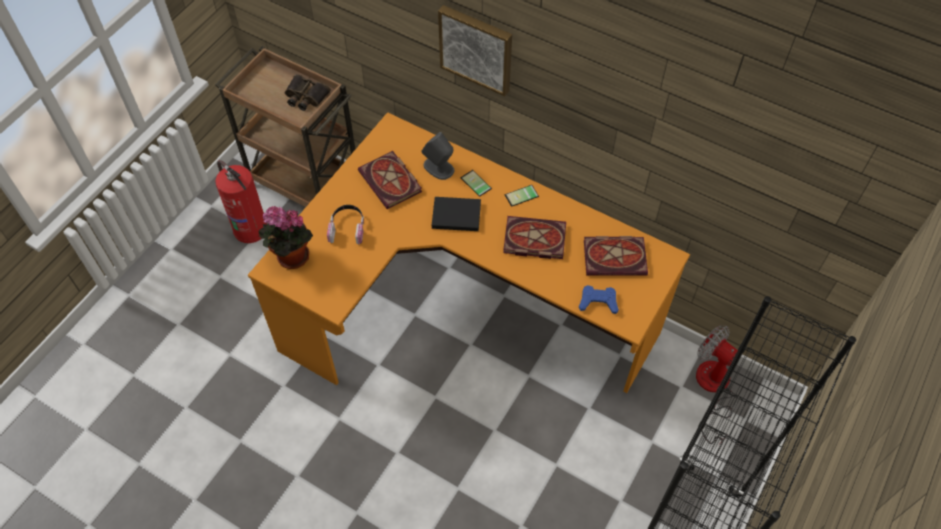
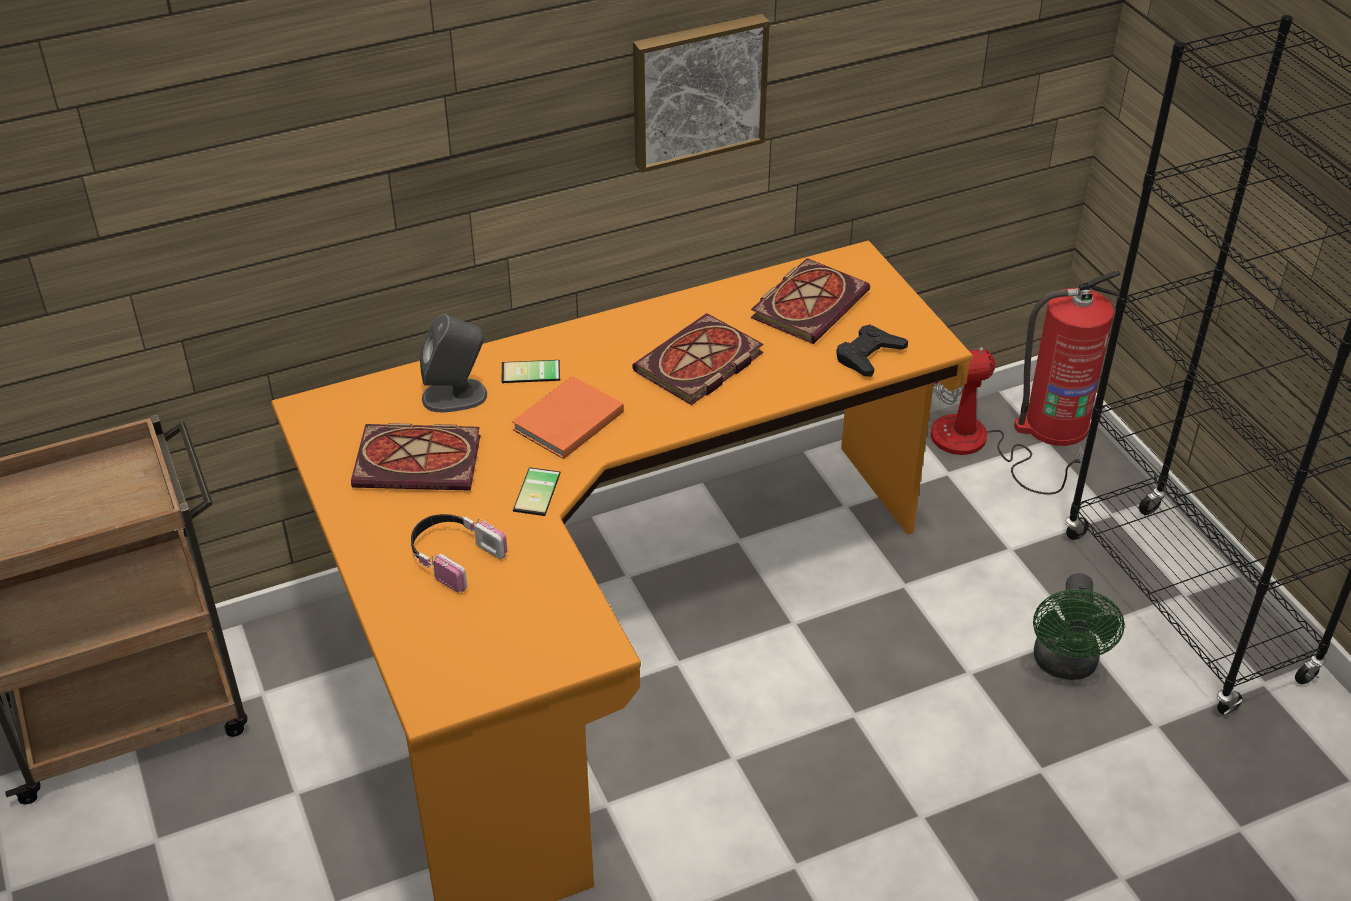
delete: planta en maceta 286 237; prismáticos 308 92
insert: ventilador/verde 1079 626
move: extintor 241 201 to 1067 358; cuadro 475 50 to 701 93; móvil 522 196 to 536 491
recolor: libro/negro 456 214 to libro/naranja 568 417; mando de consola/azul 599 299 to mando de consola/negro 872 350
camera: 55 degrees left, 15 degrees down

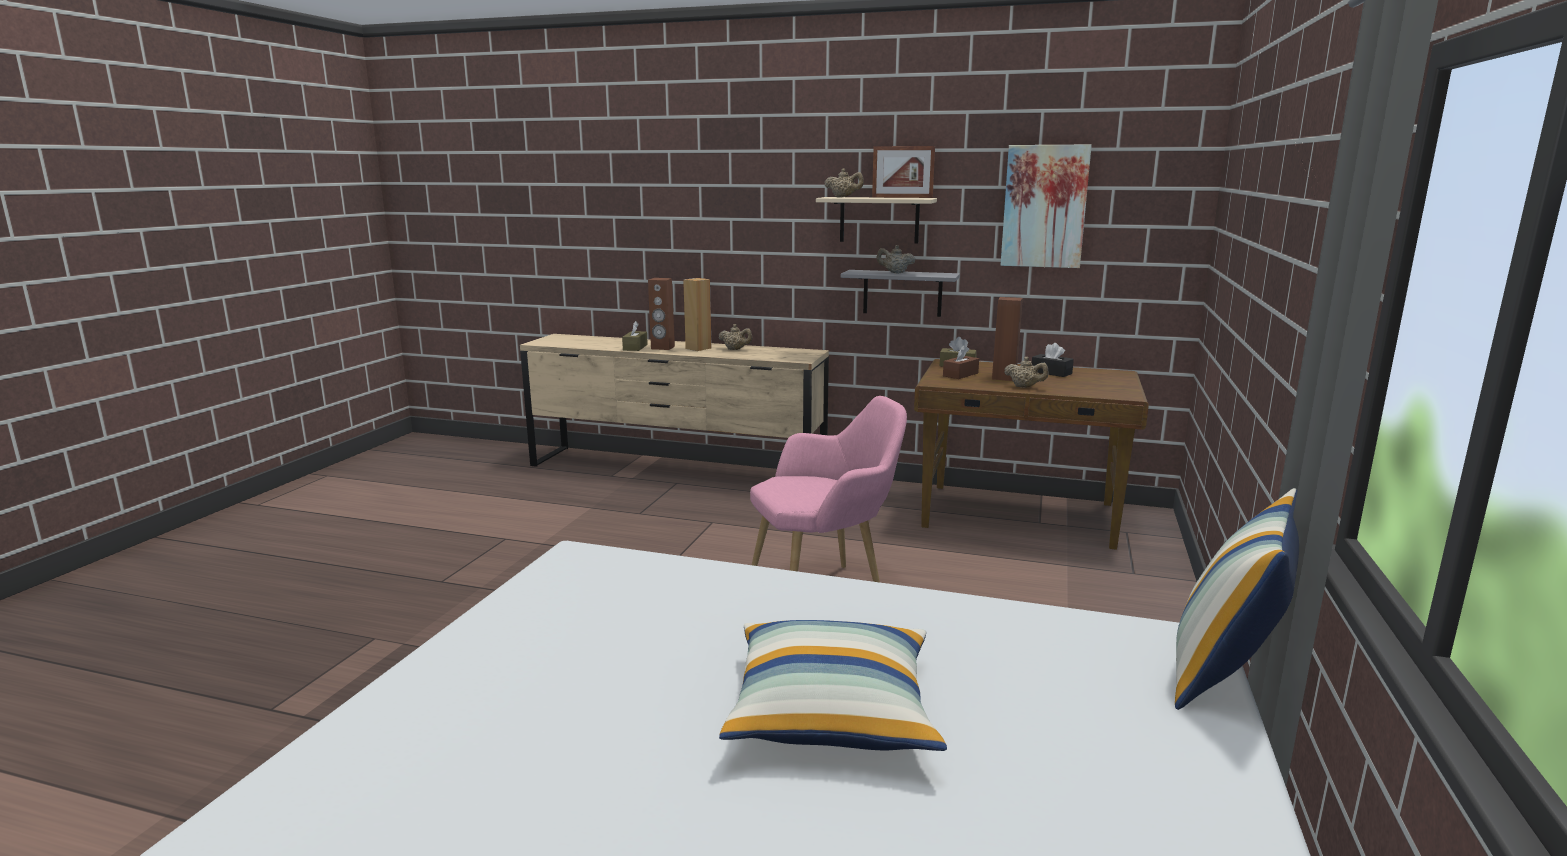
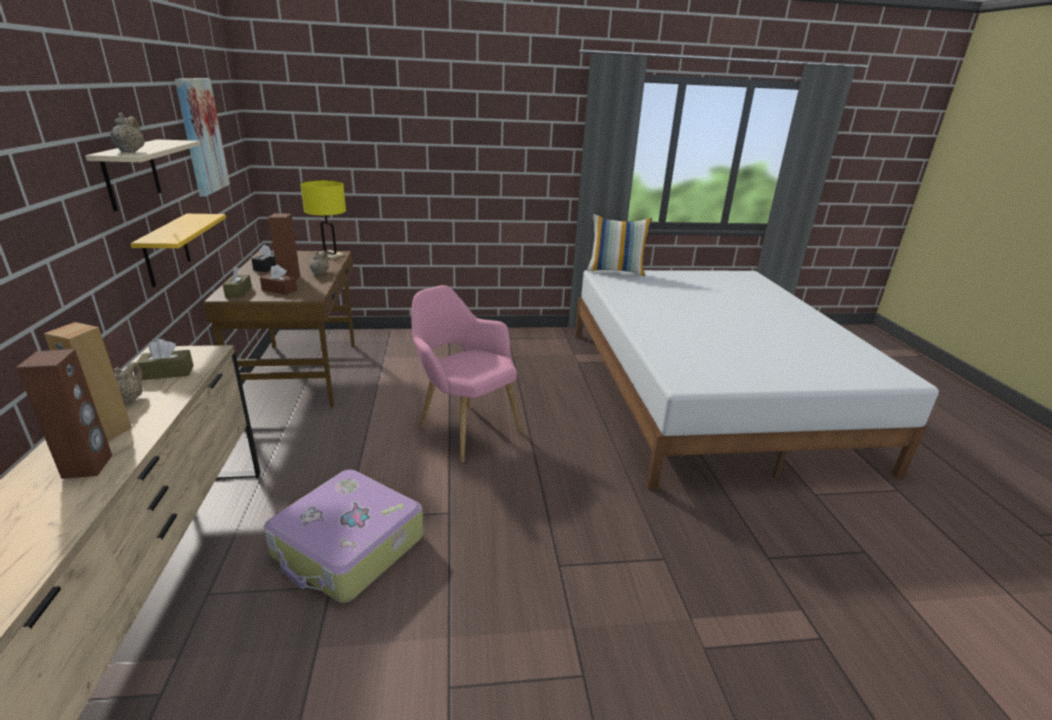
delete: cojín 833 685; portarretratos 903 172; tetera/beis 896 259
insert: maleta 344 536; lámpara de mesa/amarillo 323 220
move: caja de pañuelos/marrón 635 336 to 165 359
recolor: estante/gris 900 293 to estante/amarillo 178 250
camera: 115 degrees left, 10 degrees up

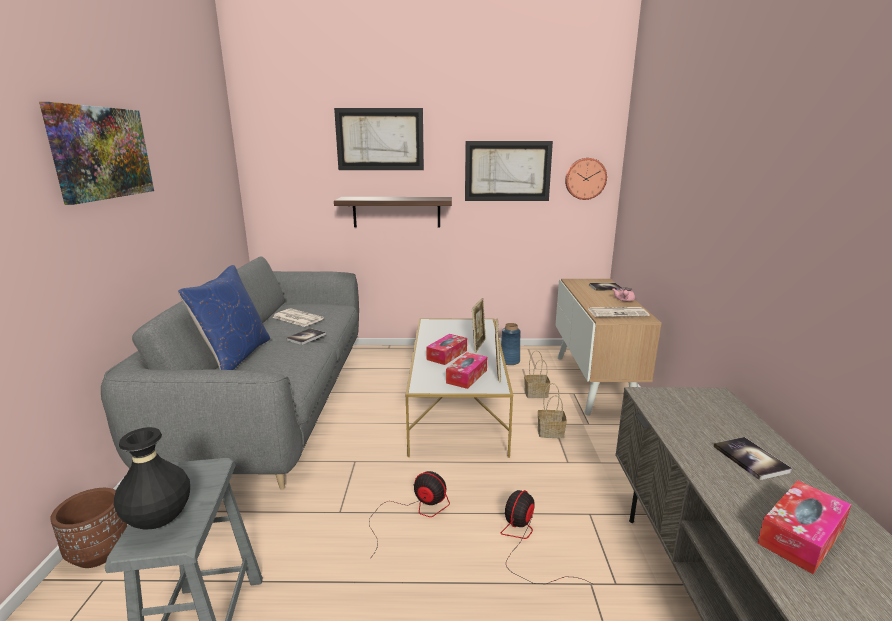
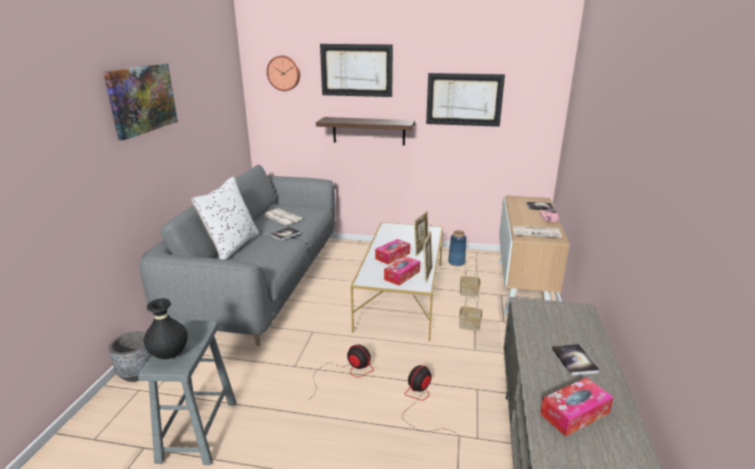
move: reloj de pared 586 179 to 283 73
recolor: maceta/marrón 88 528 to maceta/gris 130 357; cojín/azul 224 317 to cojín/blanco 225 218
camera: 10 degrees right, 5 degrees up

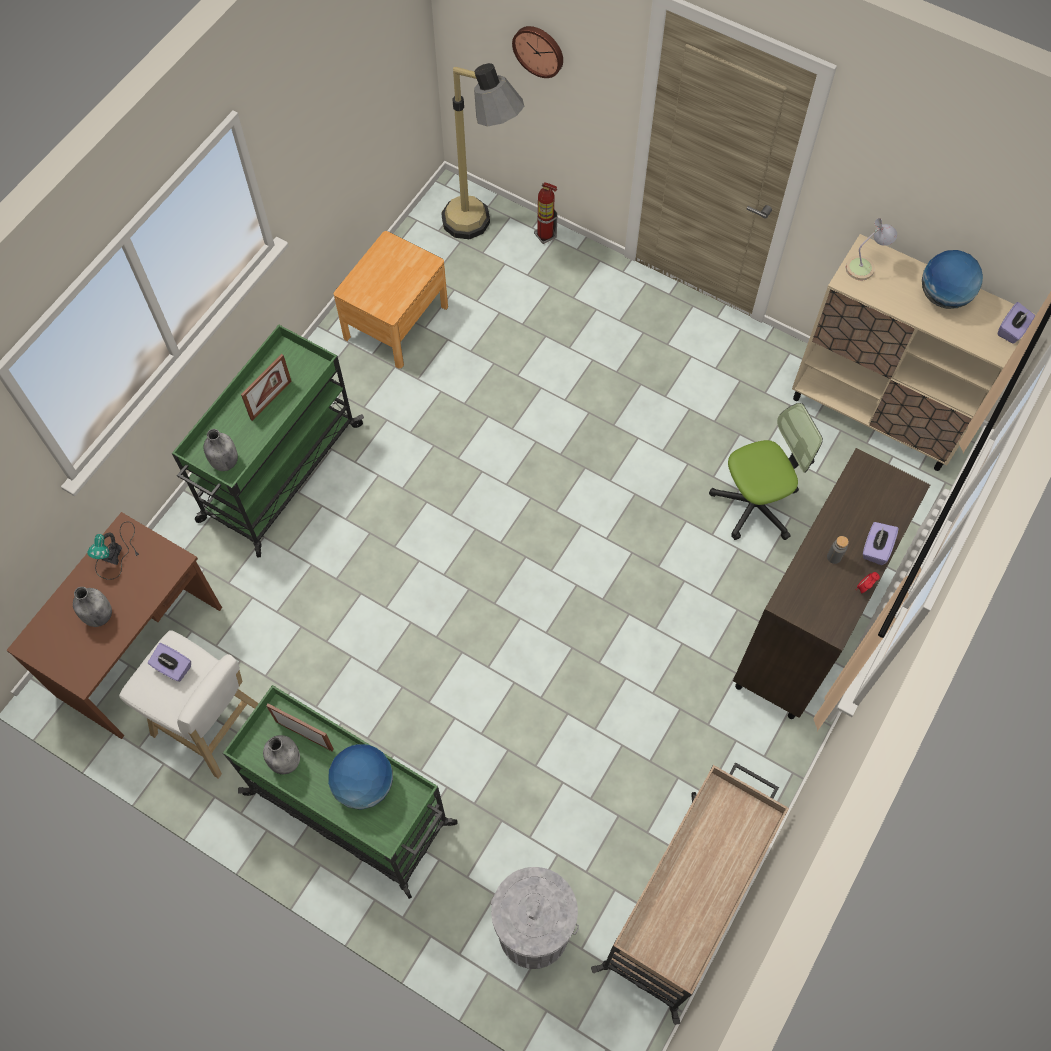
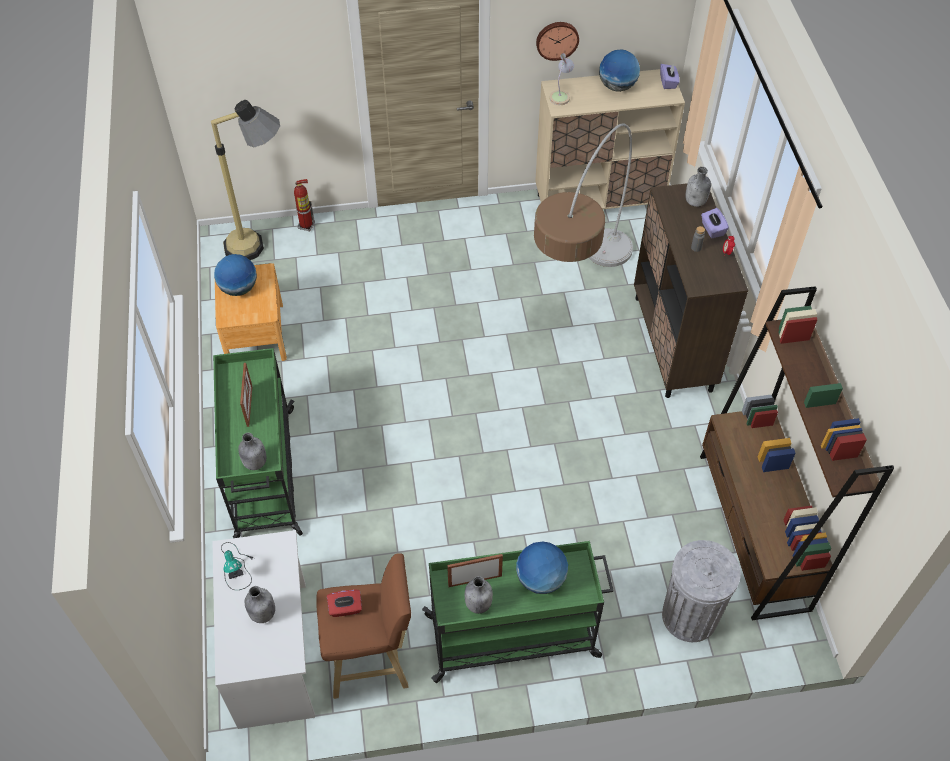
insert: globo terráqueo 235 275; botella/gris 698 187
move: reloj de pared 537 52 to 557 41
replace: carrito/beis 690 893 to estantería/marrón 797 453; silla de oficina 766 471 to lámpara de pie 583 195
recolor: escritorio/marrón 114 625 to escritorio/blanco 263 629; taburete/blanco 189 704 to taburete/marrón 363 626; caja de pañuelos/morado 169 662 to caja de pañuelos/rojo 344 603
camera: 40 degrees left, 10 degrees down

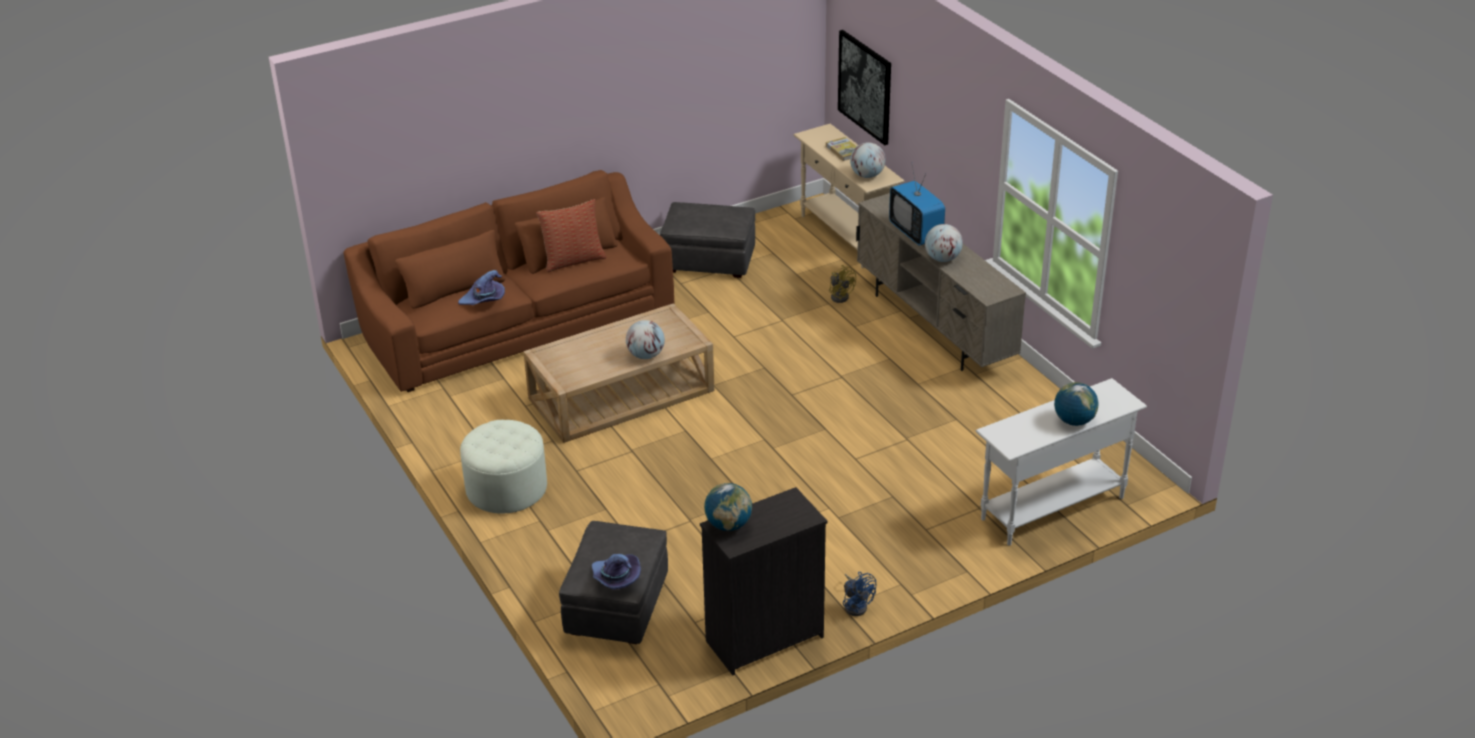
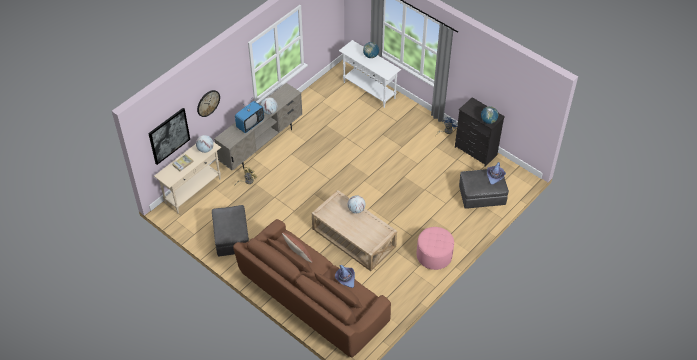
insert: reloj de pared 208 103
recolor: puf/blanco 503 466 to puf/rosa 435 248
camera: 110 degrees left, 15 degrees up

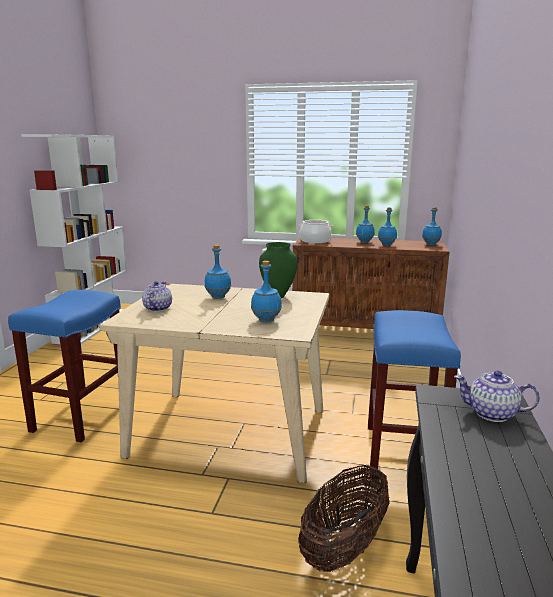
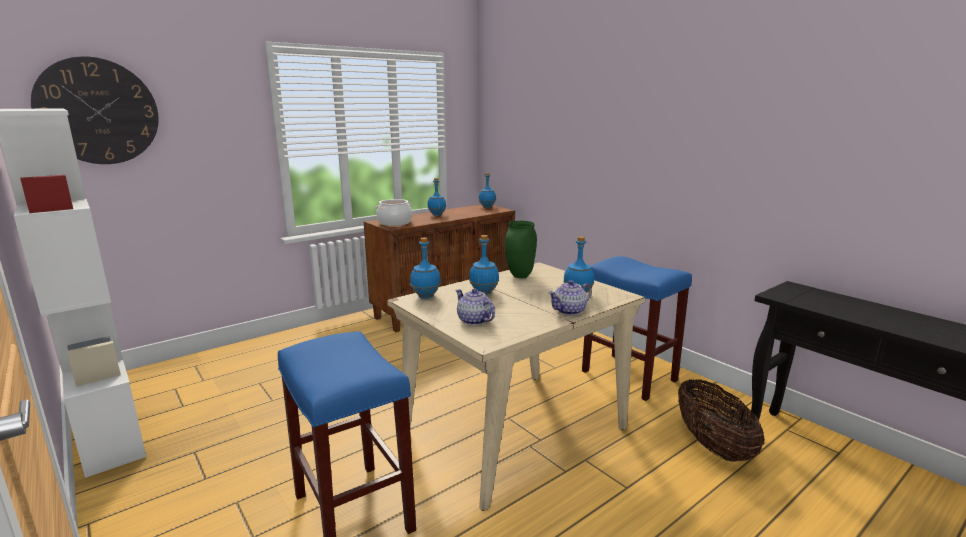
insert: reloj de pared 95 110
move: botella/azul 387 226 to 425 268; tetera 497 396 to 570 297
camera: 50 degrees left, 0 degrees up

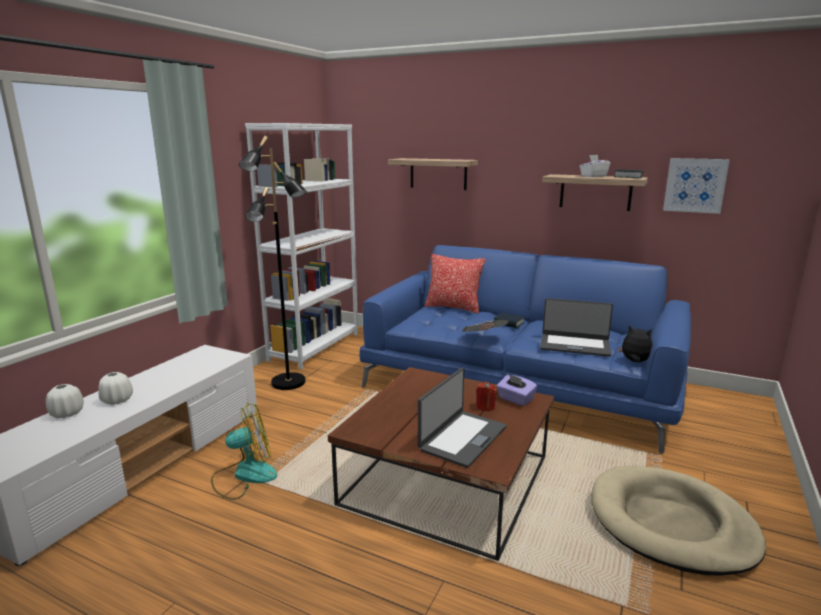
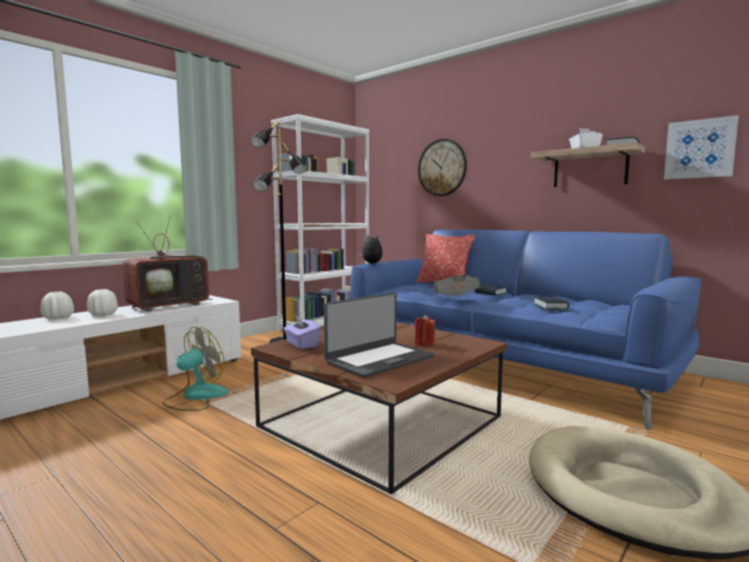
insert: televisor 167 263
move: caja de pañuelos/morado 517 390 to 302 332; peluche 634 343 to 371 249
replace: estante 433 174 to reloj de pared 442 167; portátil 576 327 to libro 551 303
rotate: ventilador 244 451 = 195 369 45 degrees counterclockwise
camera: 15 degrees right, 10 degrees down

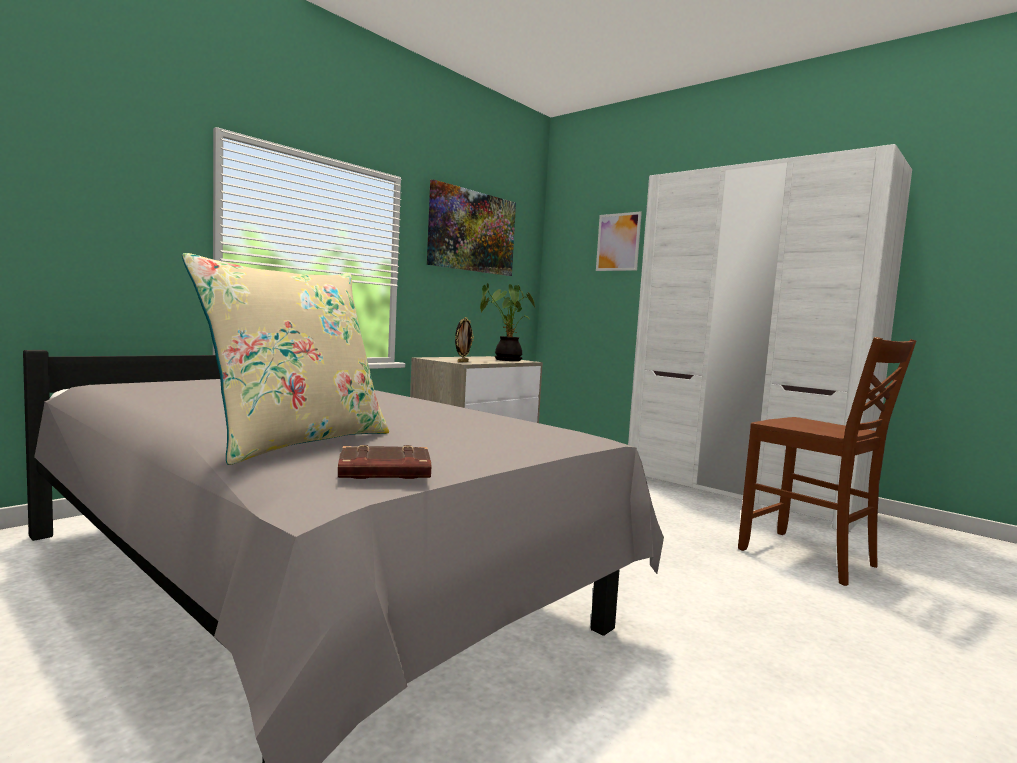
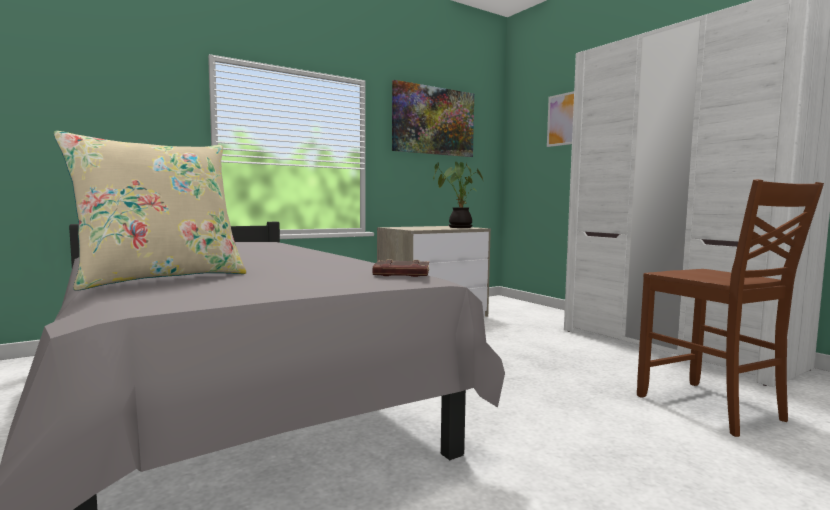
delete: portarretratos 464 339
move: libro/marrón 384 462 to 401 268
camera: 15 degrees right, 0 degrees up

